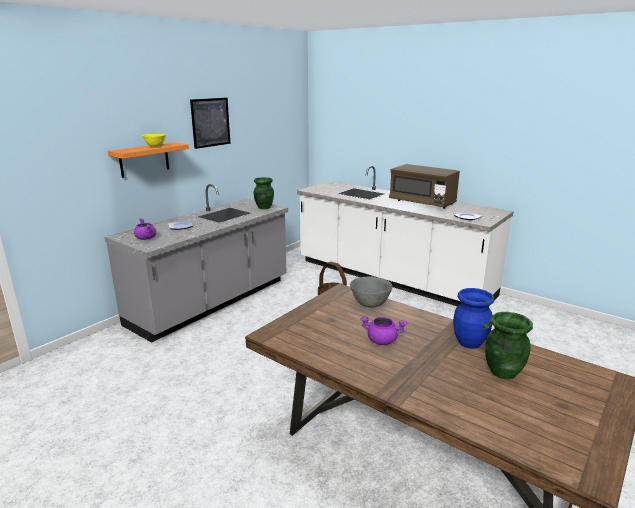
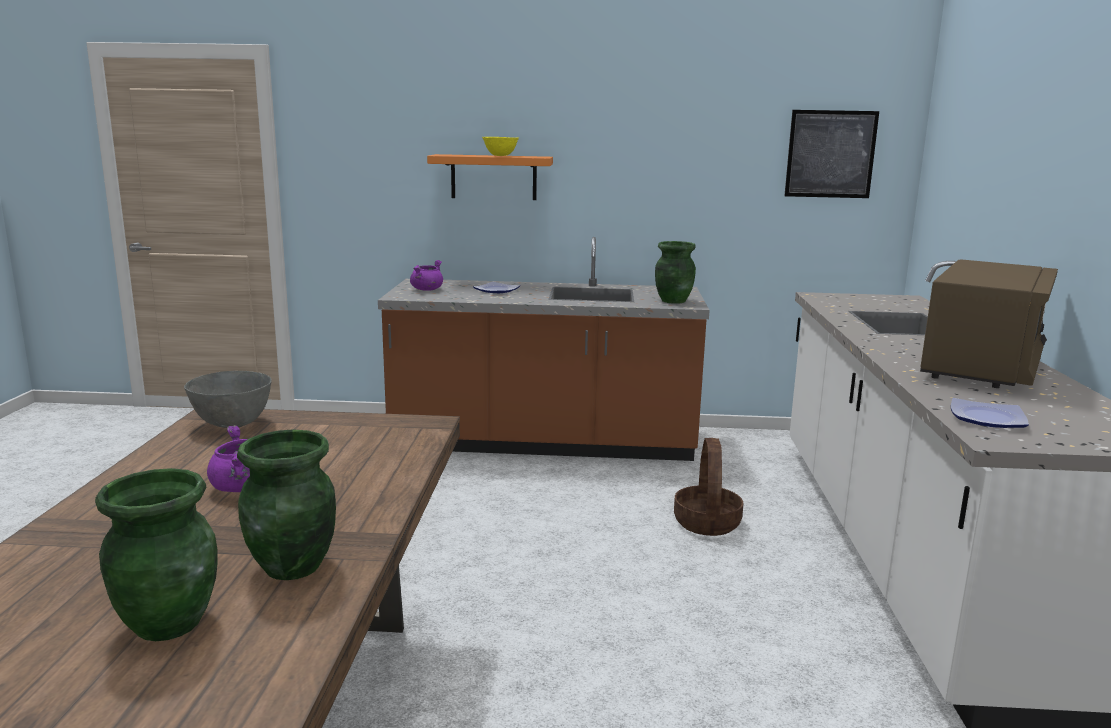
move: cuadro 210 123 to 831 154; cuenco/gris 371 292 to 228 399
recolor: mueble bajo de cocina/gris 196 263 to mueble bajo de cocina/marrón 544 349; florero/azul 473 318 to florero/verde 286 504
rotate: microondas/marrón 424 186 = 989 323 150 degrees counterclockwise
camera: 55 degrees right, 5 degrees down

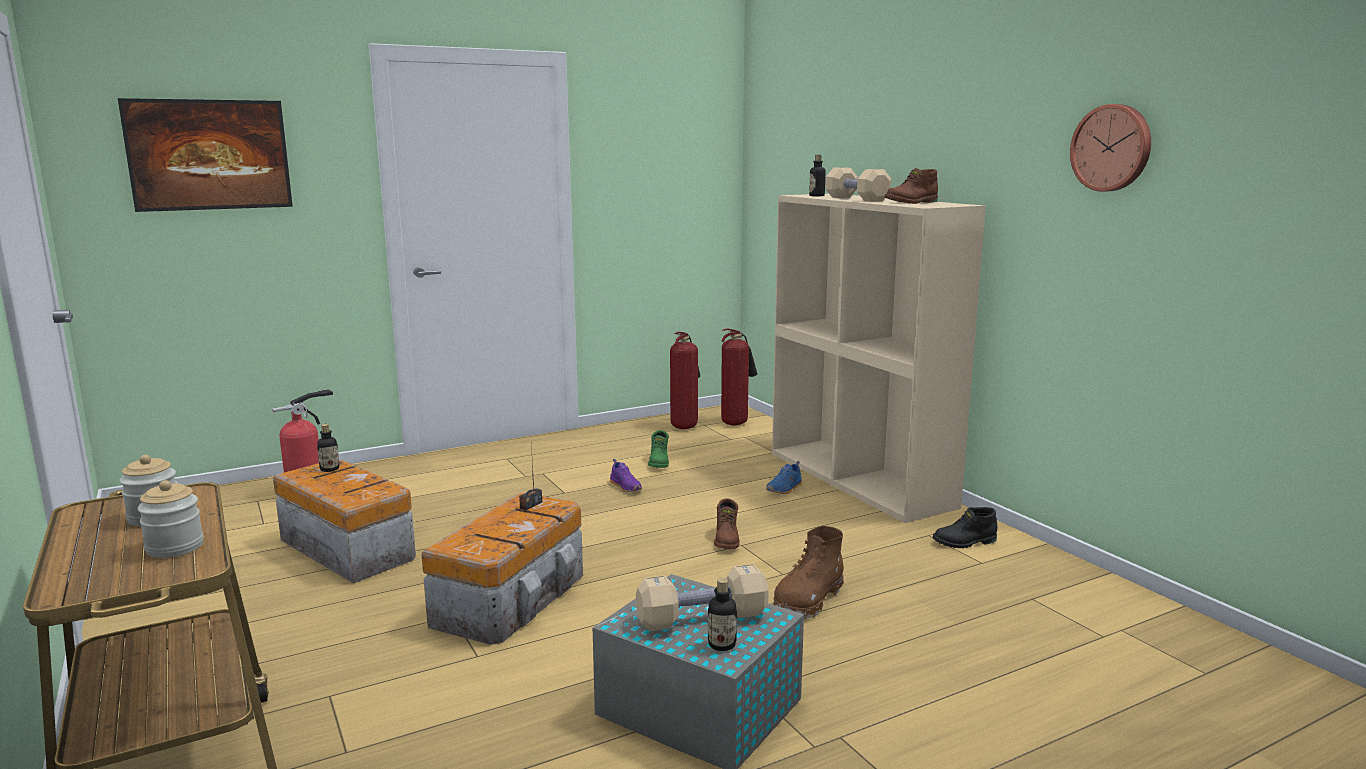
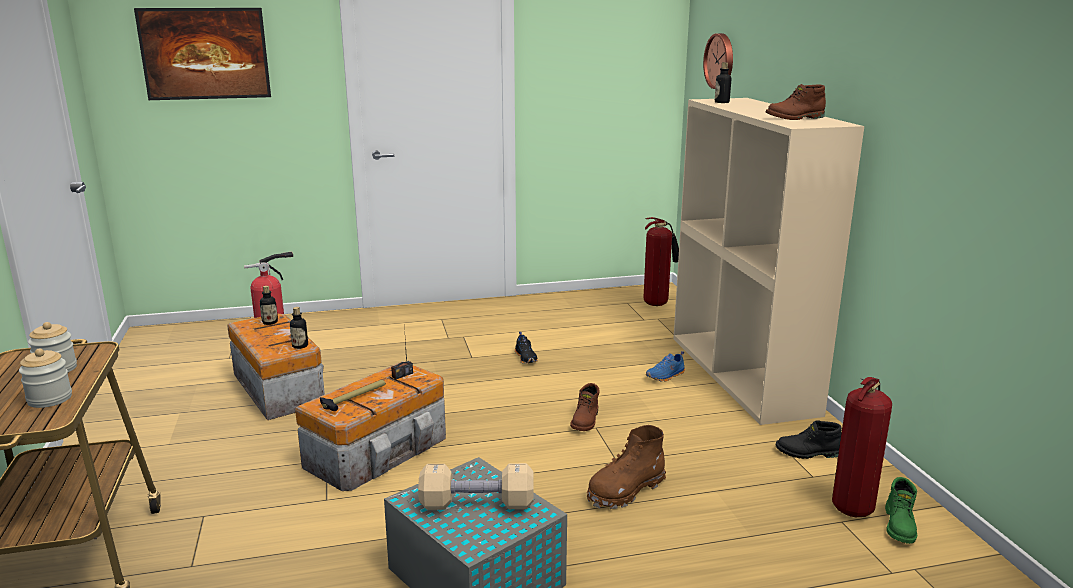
delete: mancuerna/beis 858 184
insert: martillo 353 395
move: bota/verde 658 449 to 901 510; extintor 685 380 to 862 447; botella 722 614 to 299 328; reloj de pared 1110 148 to 718 61
recolor: zapato/morado 625 476 to zapato/negro 526 348
camera: 15 degrees right, 5 degrees up

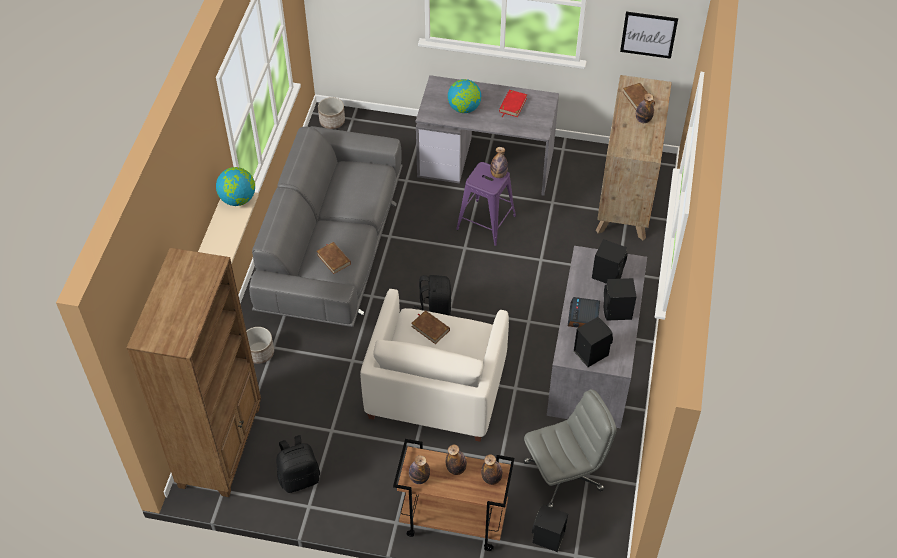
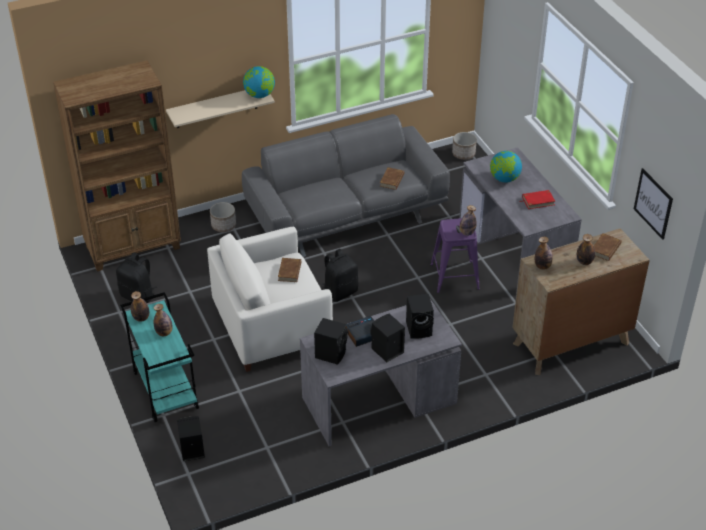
delete: silla de oficina/gris 570 448
move: libro/marrón 333 258 to 392 178; botella 492 469 to 544 253
recolor: carrito/marrón 453 495 to carrito/turquesa 159 357
camera: 55 degrees right, 10 degrees down

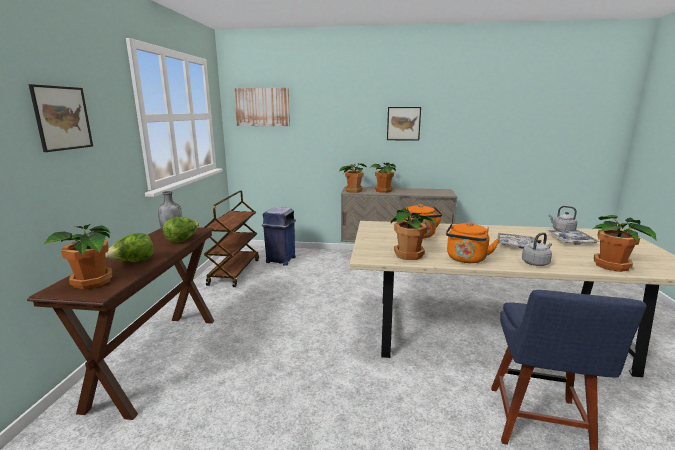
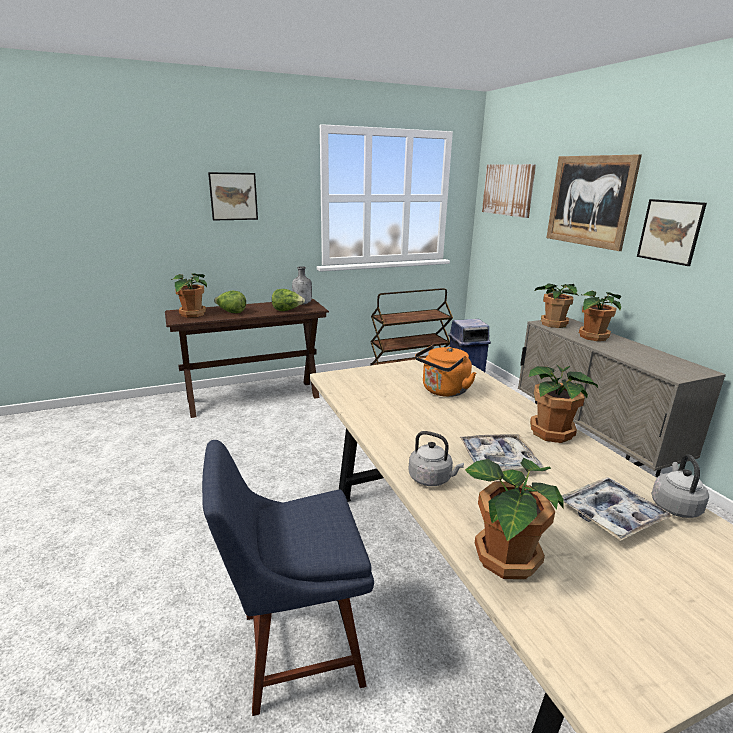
delete: hervidor/naranja 472 242
insert: cuadro 594 202
move: planta en maceta 413 234 to 563 404
camera: 60 degrees right, 5 degrees up

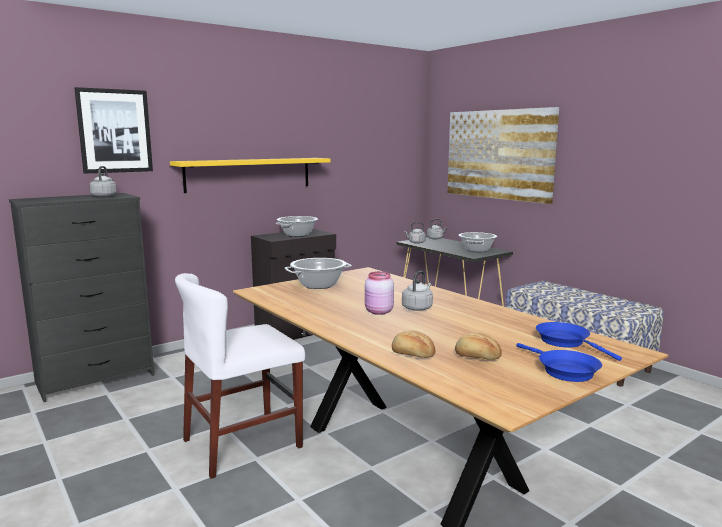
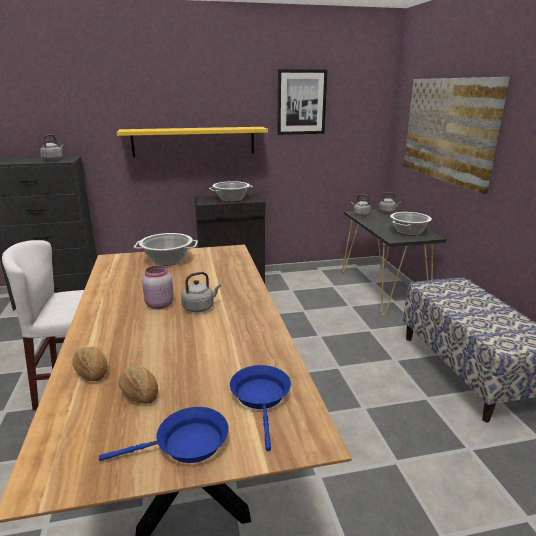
move: cuadro 113 130 to 302 102
rotate: sartén/azul 559 362 = 164 435 105 degrees counterclockwise
camera: 25 degrees right, 10 degrees up

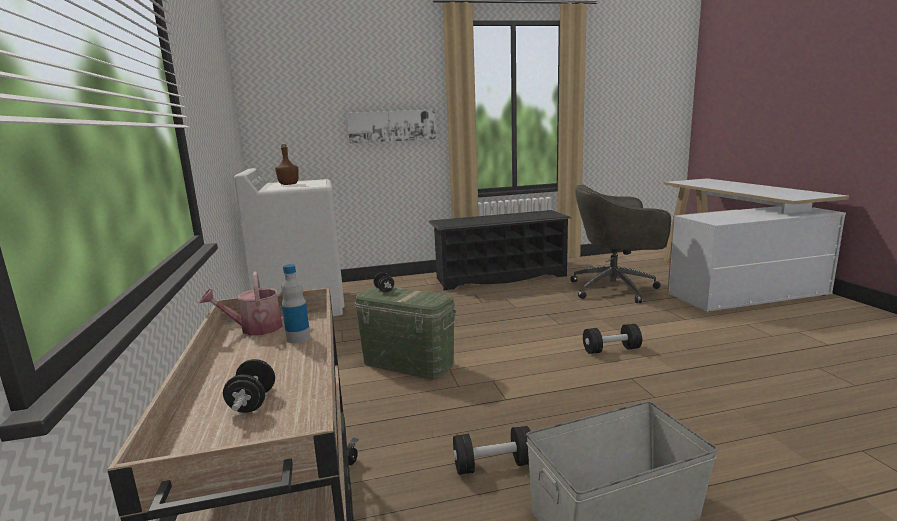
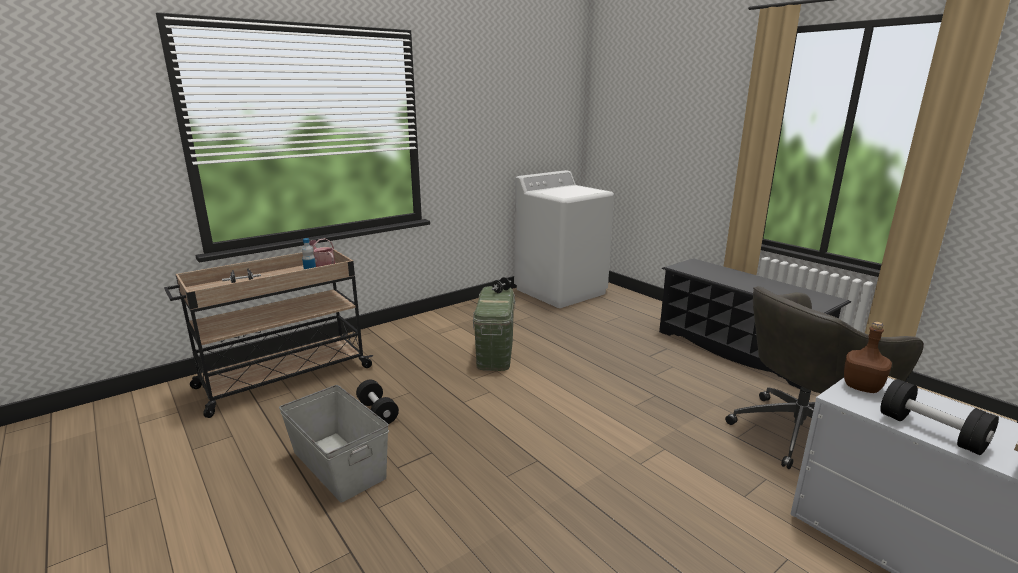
delete: cuadro 391 126
move: botella/marrón 287 164 to 868 357; mancuerna/negro 612 339 to 939 417
rotate: silla de oficina/gris 620 244 = 824 377 90 degrees counterclockwise
camera: 65 degrees right, 5 degrees up

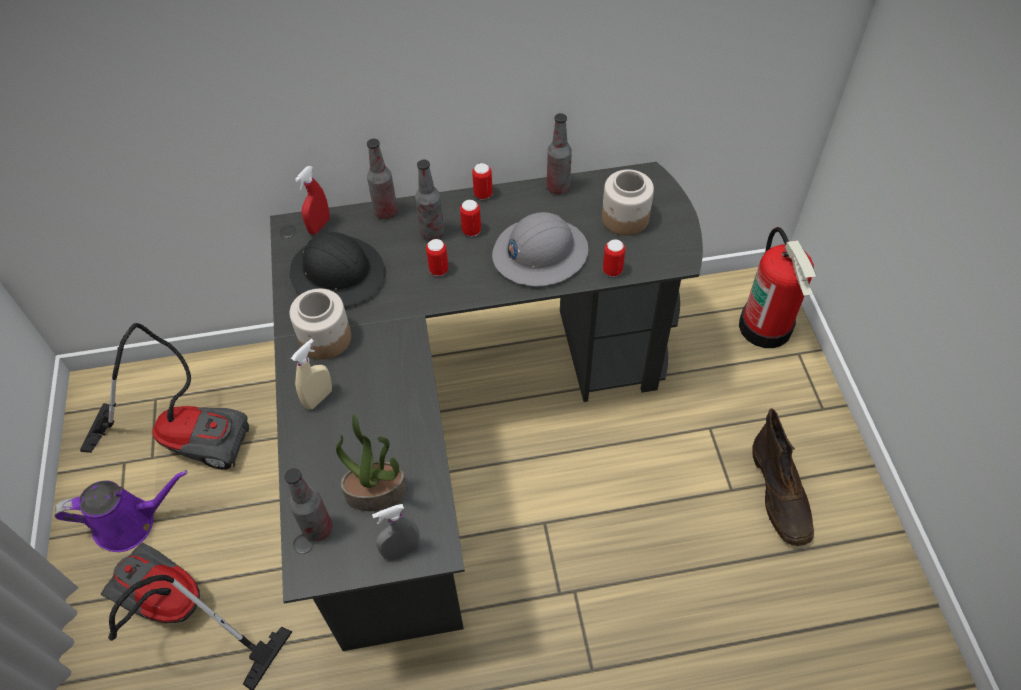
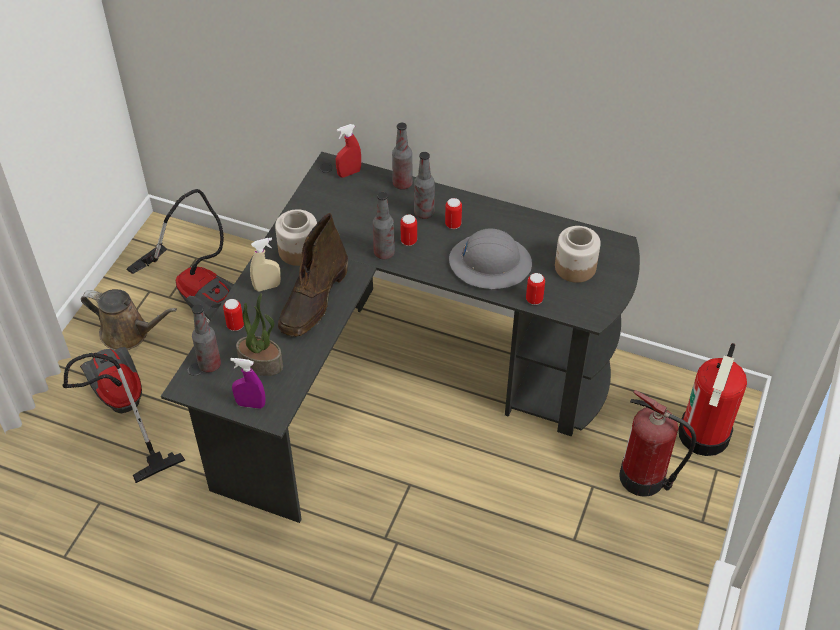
delete: casco/negro 337 269
insert: extintor 658 443
move: lata 482 181 to 233 315; botella 559 153 to 384 225; bota/marrón 783 477 to 313 275
recolor: regadera/morado 120 511 to regadera/marrón 129 319; pulverizador/gris 396 532 to pulverizador/morado 248 383
camera: 30 degrees right, 5 degrees down

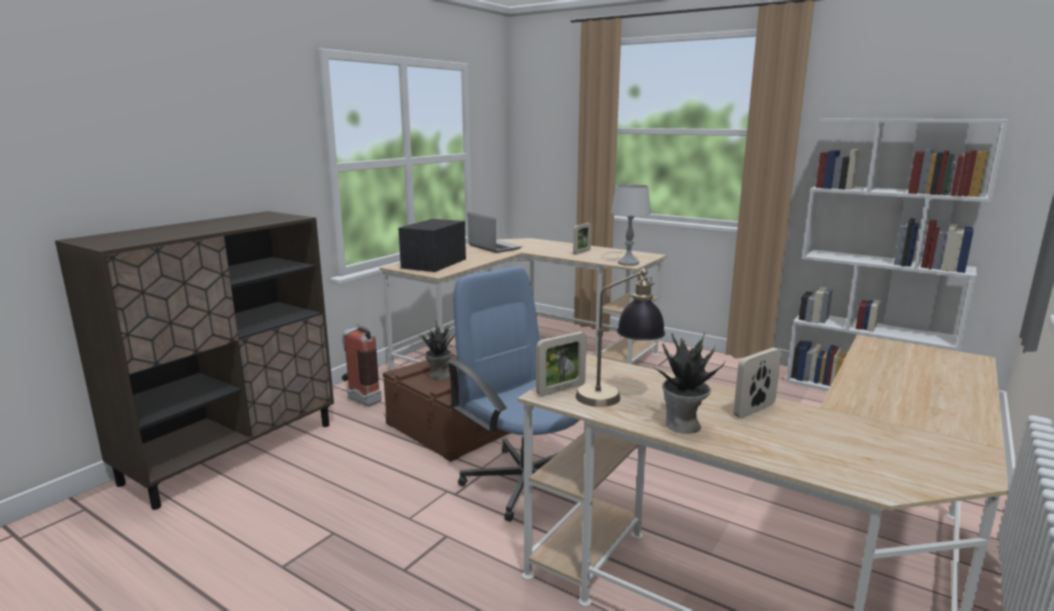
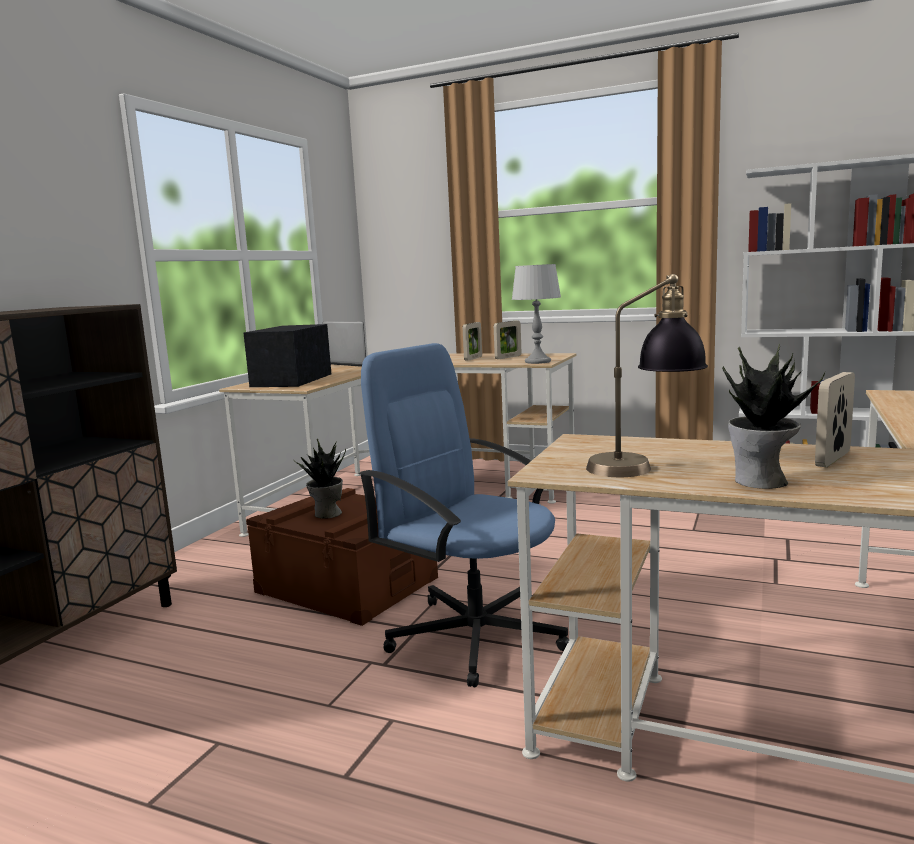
delete: extintor 362 364
move: portarretratos 561 363 to 507 340
camera: 10 degrees left, 5 degrees down

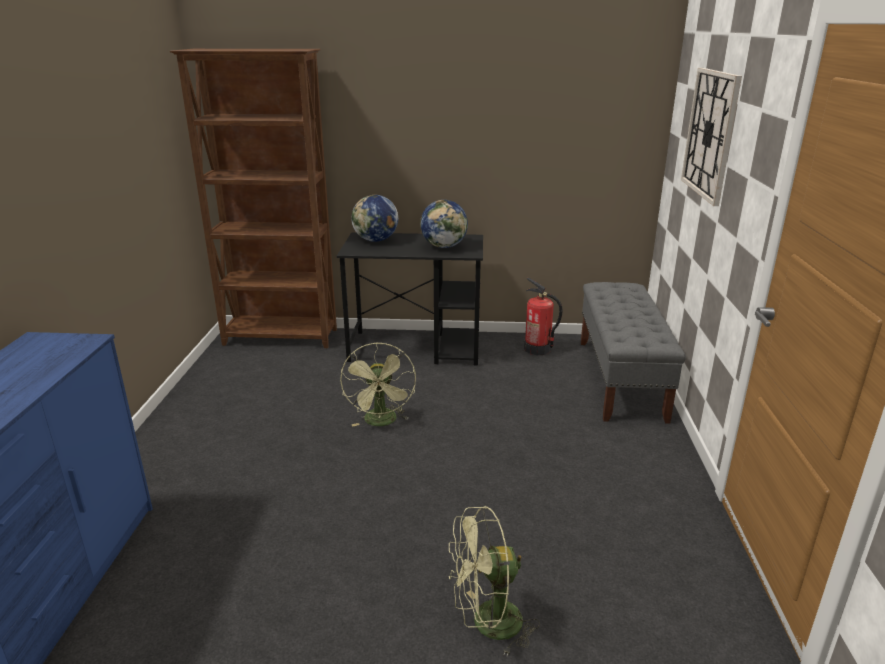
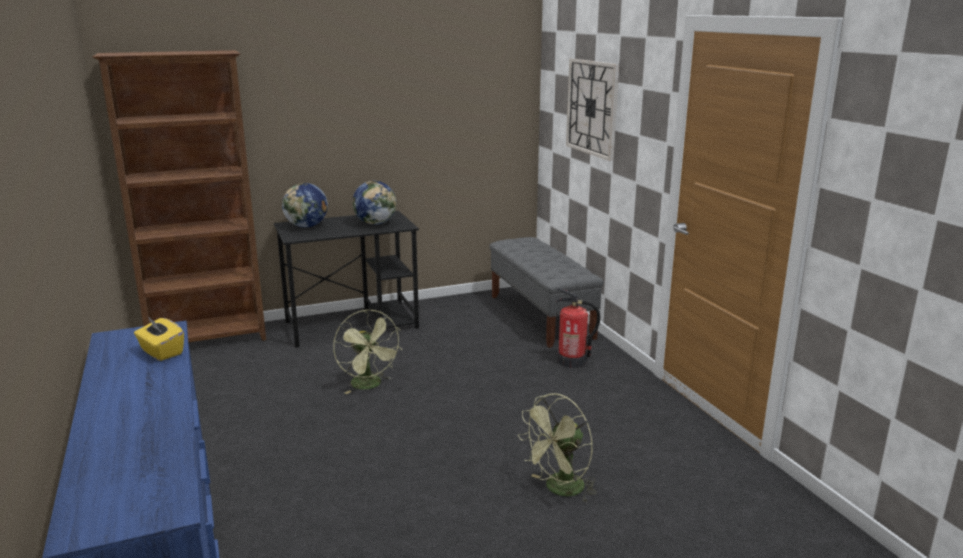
insert: caja de pañuelos/amarillo 159 338
move: extintor 543 316 to 578 328
camera: 25 degrees left, 5 degrees down

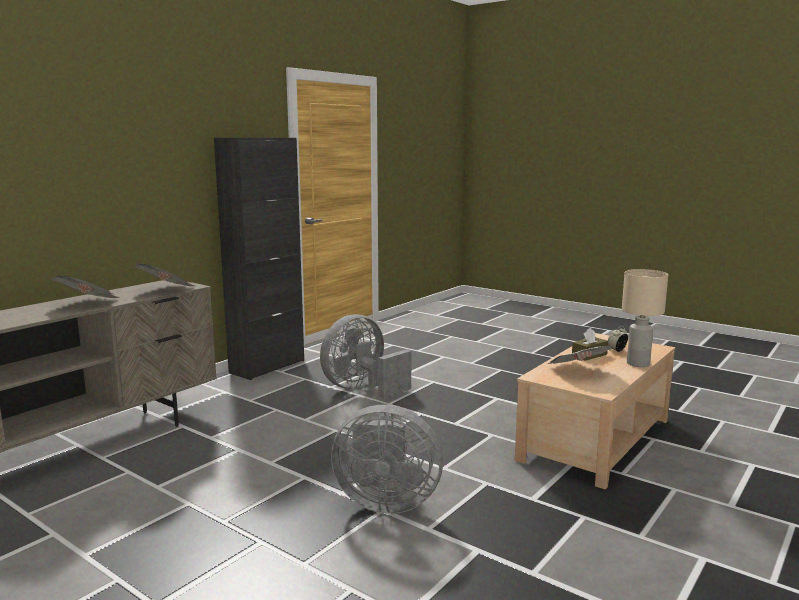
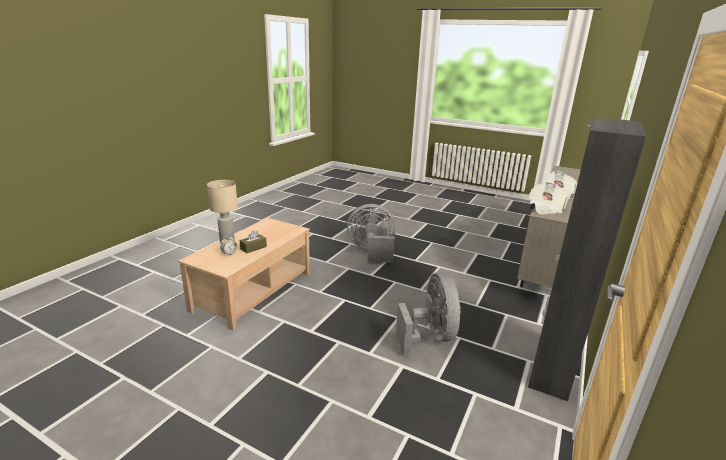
delete: periódico 580 355
rotate: ventilador/gris 365 356 = 428 313 45 degrees counterclockwise
camera: 170 degrees right, 10 degrees up

